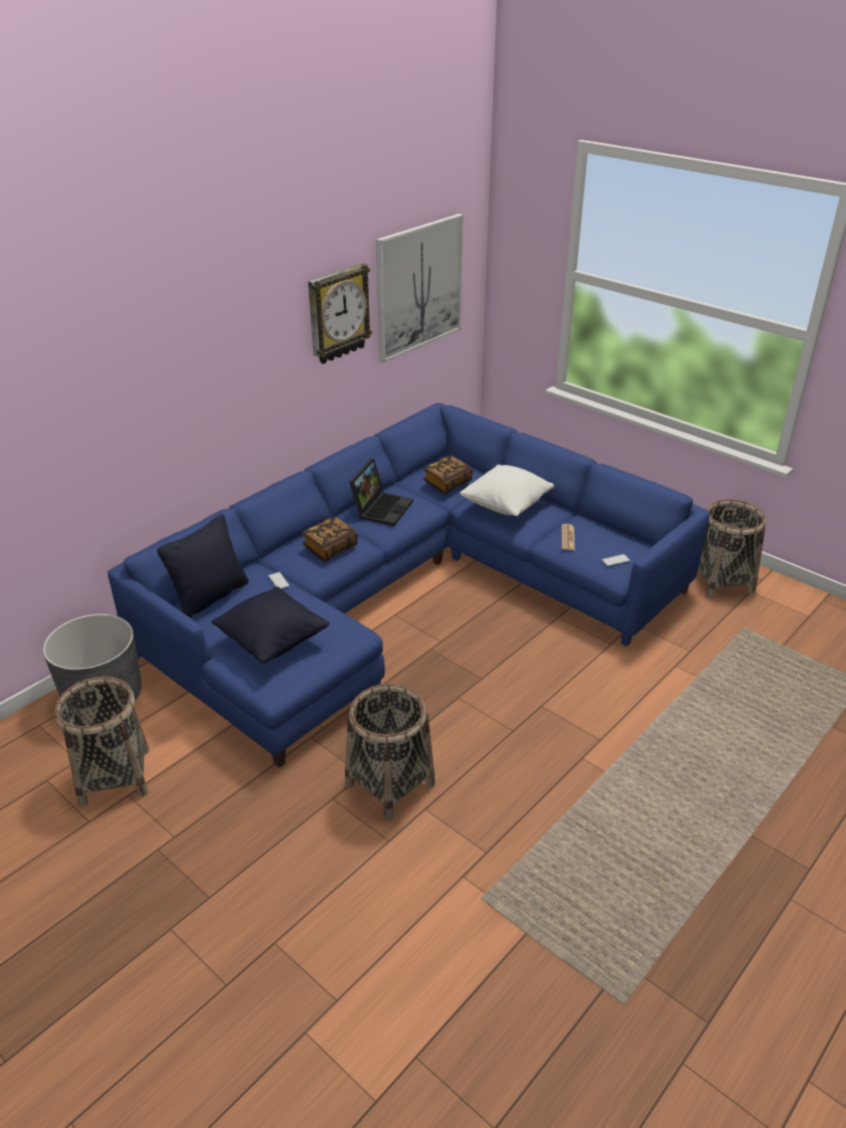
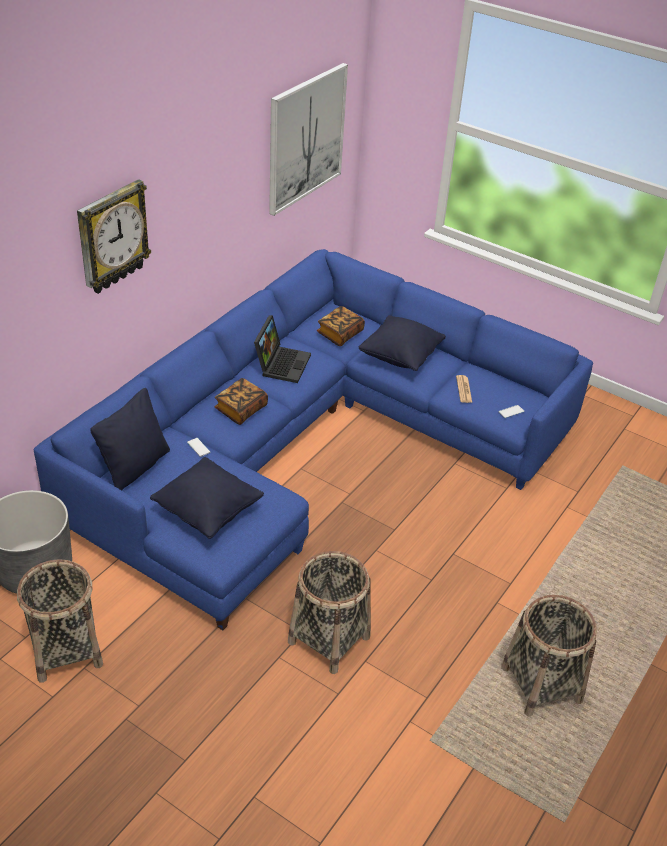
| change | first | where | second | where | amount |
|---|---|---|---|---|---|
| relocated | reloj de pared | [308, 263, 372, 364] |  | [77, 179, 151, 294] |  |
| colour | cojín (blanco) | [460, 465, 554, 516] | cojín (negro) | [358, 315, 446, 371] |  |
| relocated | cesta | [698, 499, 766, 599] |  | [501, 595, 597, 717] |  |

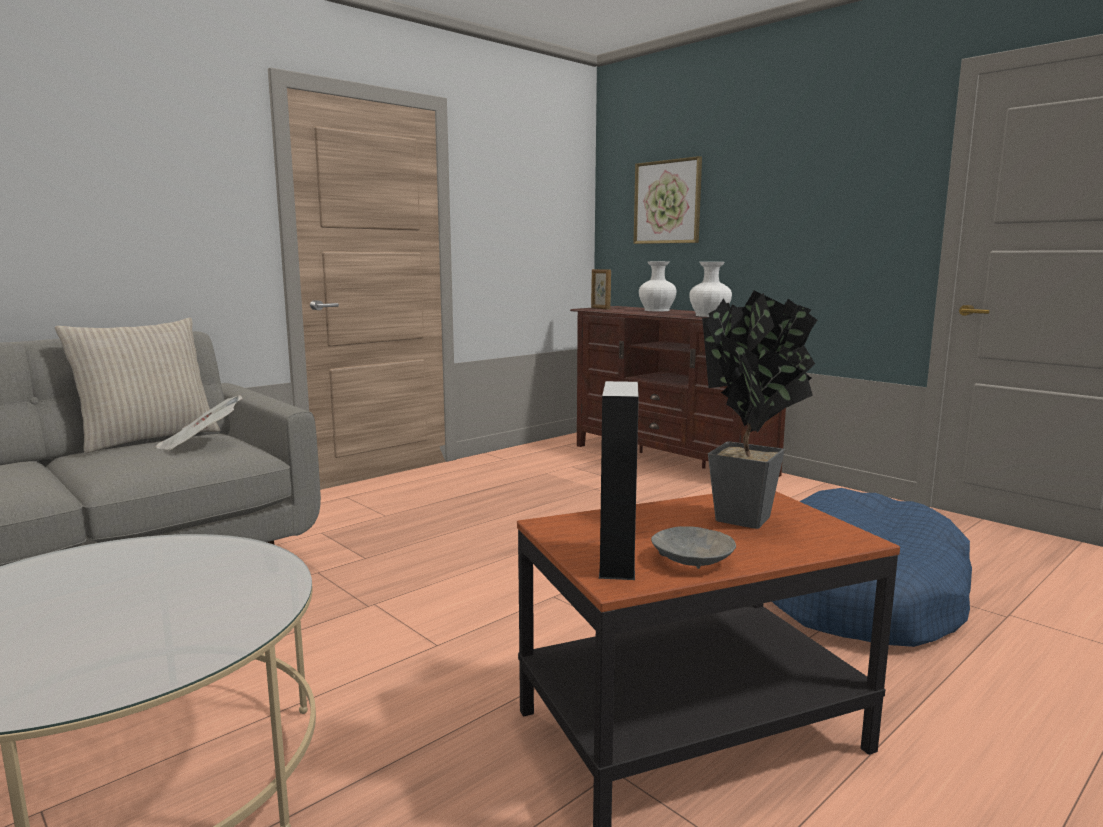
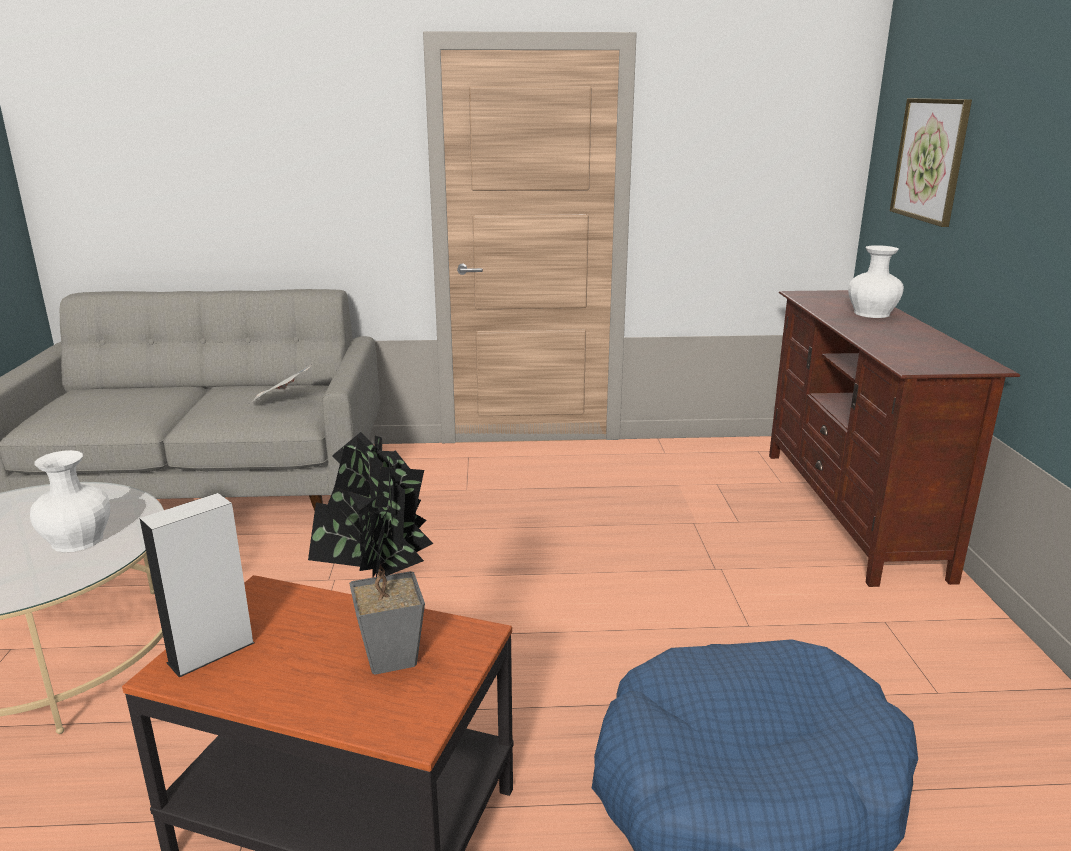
| change | first | where | second | where | amount |
|---|---|---|---|---|---|
| relocated | florero (blanco) | [689, 262, 732, 317] |  | [30, 450, 110, 552] |  |
| missing | cojín (beis) | [55, 318, 220, 453] |  |  |  |
| missing | portarretratos | [591, 269, 611, 309] |  |  |  |
| missing | cuenco (gris) | [651, 526, 736, 569] |  |  |  |

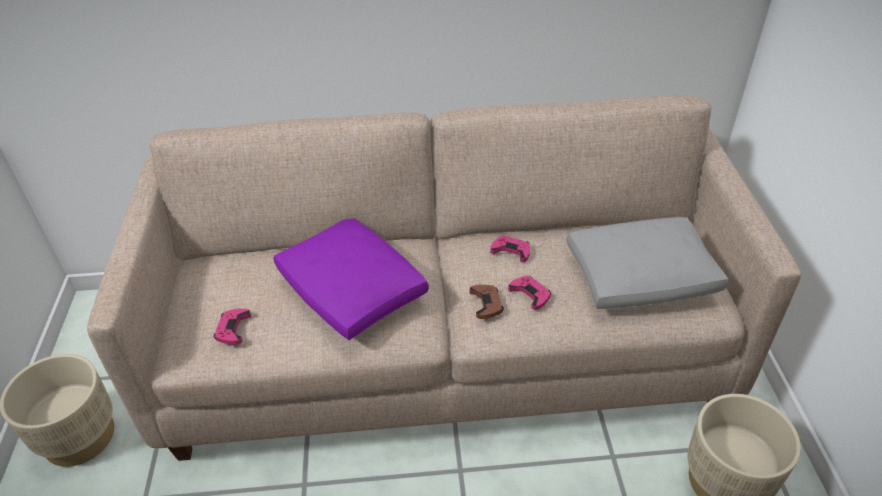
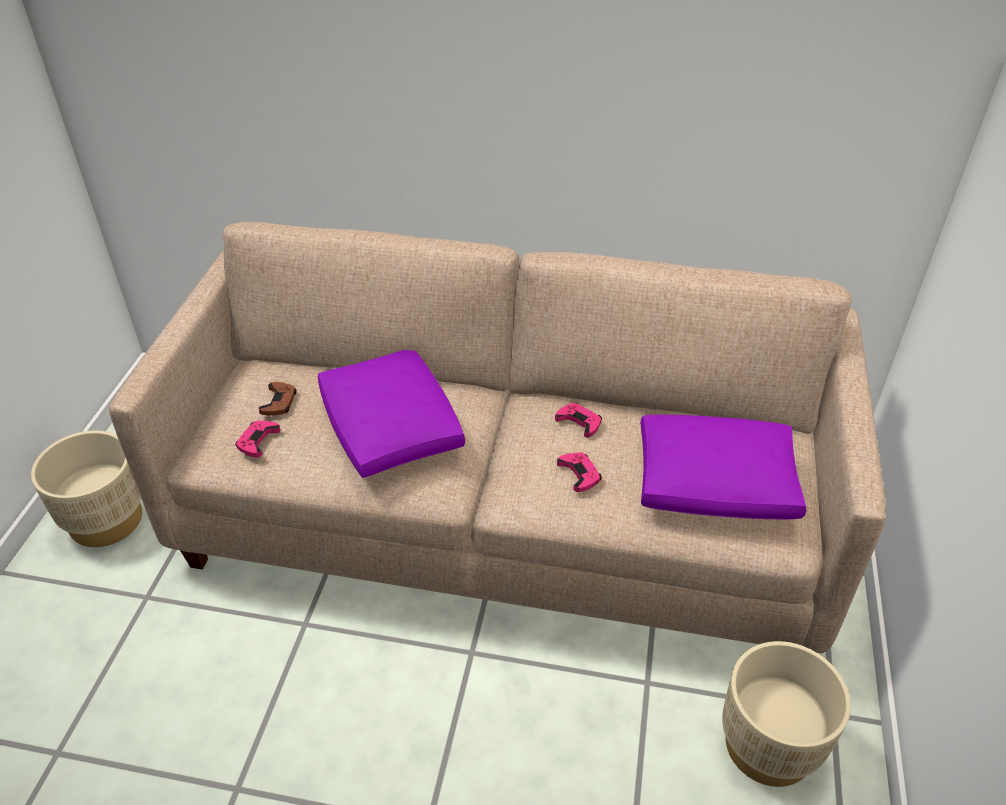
| change | first | where | second | where | amount |
|---|---|---|---|---|---|
| relocated | mando de consola (marrón) | [470, 285, 504, 319] |  | [258, 382, 296, 416] |  |
| colour | cojín (gris) | [566, 217, 729, 309] | cojín (morado) | [640, 415, 807, 519] |  |

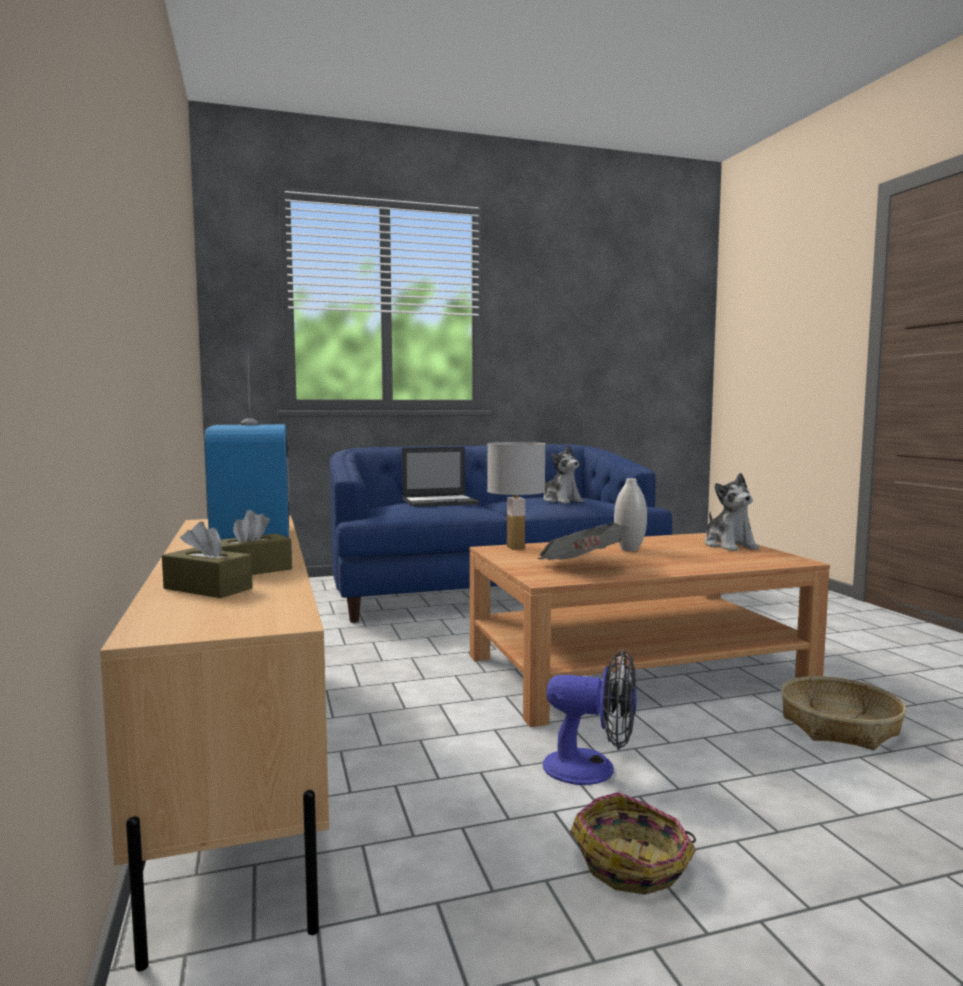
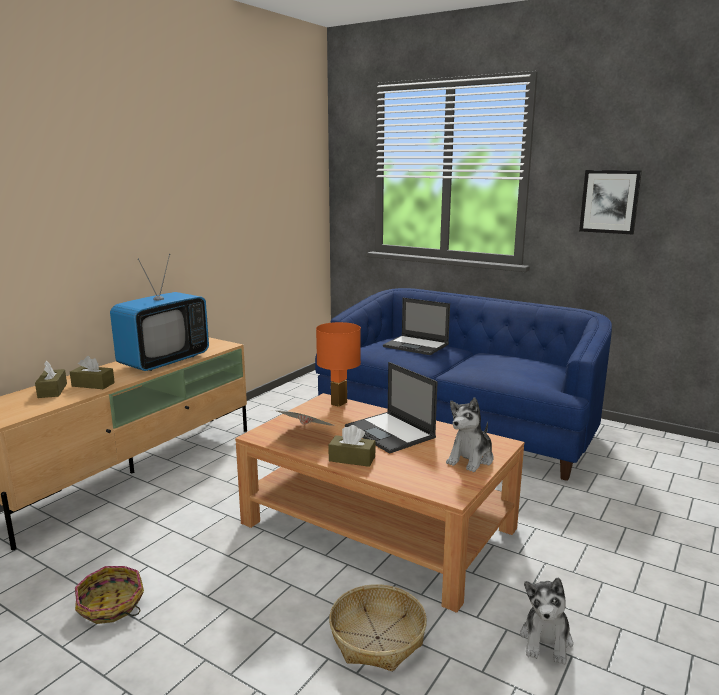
| change | first | where | second | where | amount |
|---|---|---|---|---|---|
| colour | lámpara de mesa (blanco) | [487, 442, 546, 550] | lámpara de mesa (naranja) | [316, 322, 361, 407] |  |
| appeared |  |  | caja de pañuelos (marrón) | [328, 425, 375, 467] |  |
| exchanged | florero (blanco) | [614, 478, 647, 551] | portátil | [345, 362, 438, 454] |  |
| relocated | peluche | [543, 445, 584, 504] |  | [520, 578, 573, 665] |  |
| appeared |  |  | cuadro | [579, 170, 642, 234] |  |
| missing | ventilador | [543, 650, 637, 785] |  |  |  |

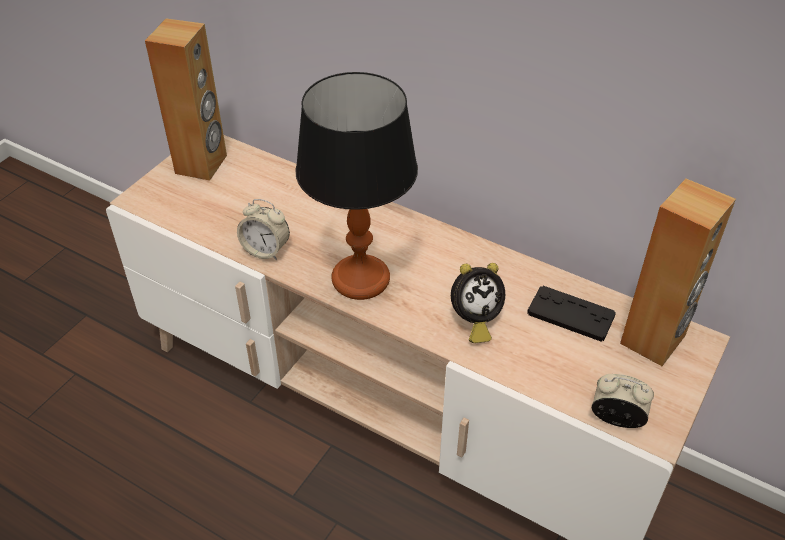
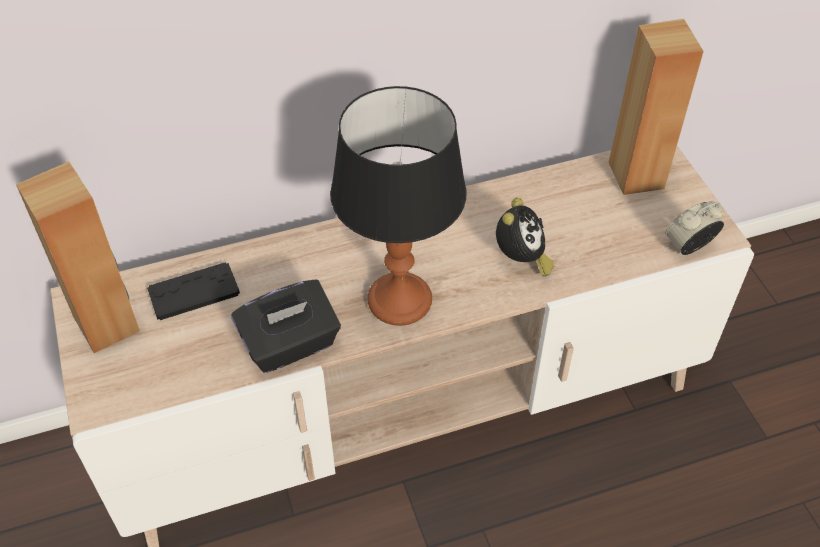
| change | first | where | second | where | amount |
|---|---|---|---|---|---|
| relocated | mando de consola (negro) | [527, 286, 616, 341] |  | [147, 262, 240, 320] |  |
| exchanged | despertador | [237, 199, 290, 260] | caja de pañuelos (negro) | [231, 279, 341, 373] |  |

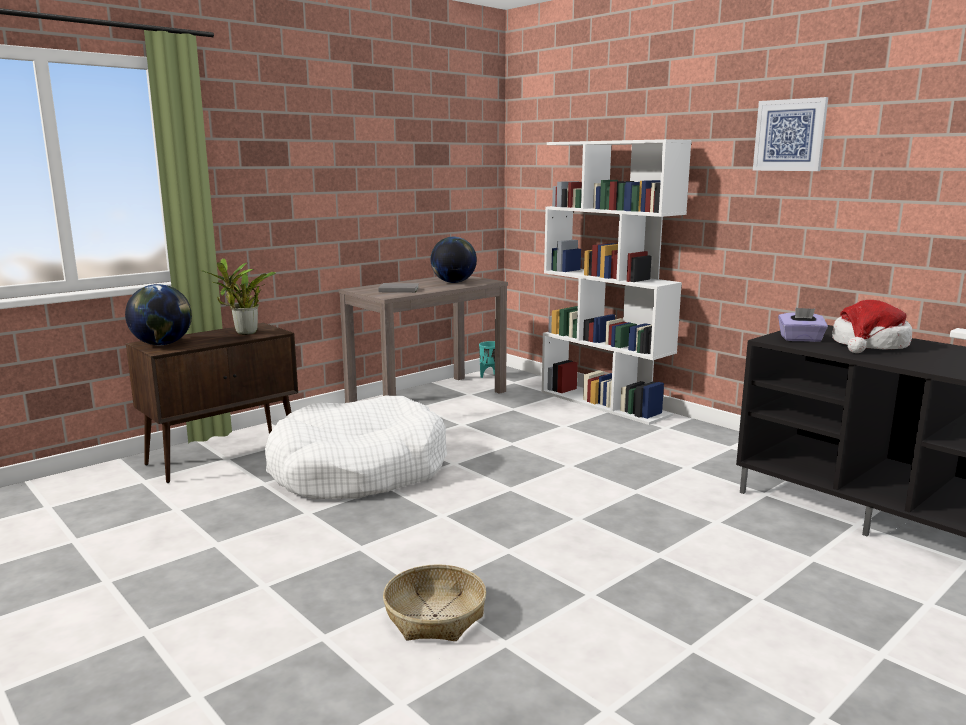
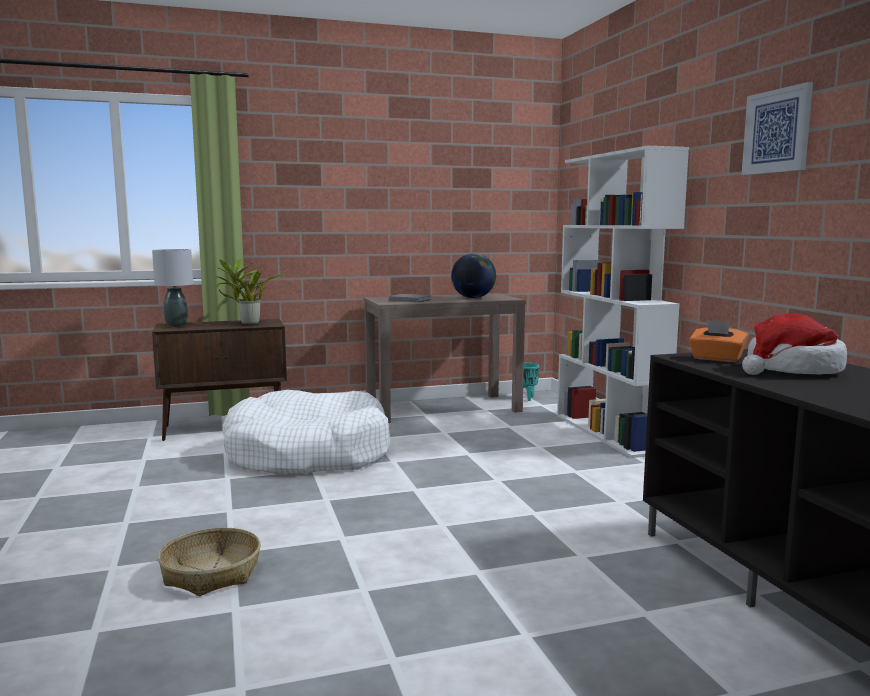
| change | first | where | second | where | amount |
|---|---|---|---|---|---|
| exchanged | globo terráqueo | [125, 284, 192, 345] | lámpara de mesa (gris) | [152, 249, 193, 327] |  |
| colour | caja de pañuelos (morado) | [778, 308, 828, 342] | caja de pañuelos (naranja) | [689, 320, 748, 362] |  |

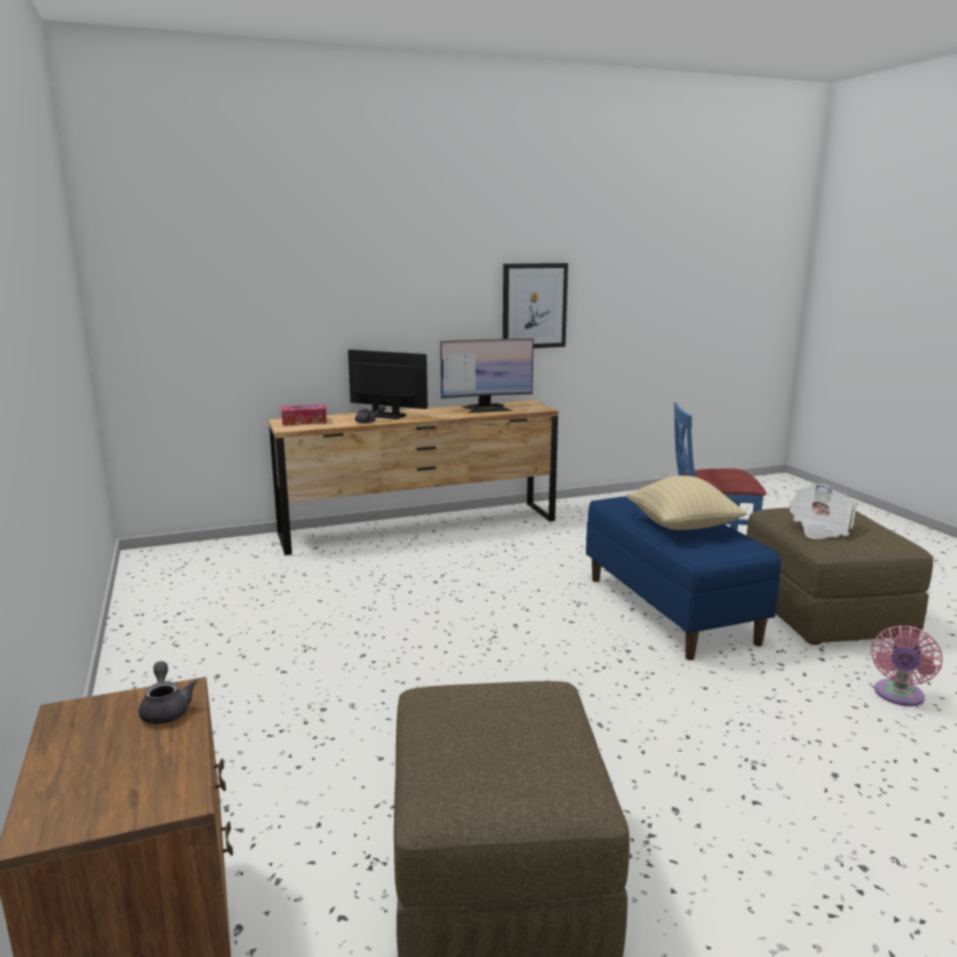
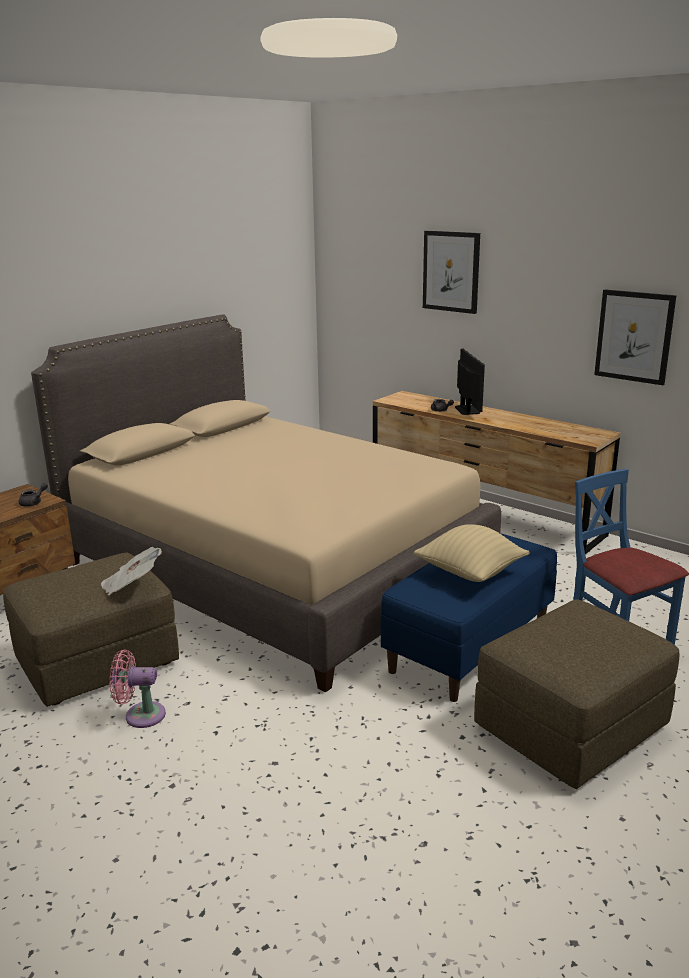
| change | first | where | second | where | amount |
|---|---|---|---|---|---|
| appeared |  |  | cama (beis) | [31, 315, 501, 692] |  |
| relocated | periódico | [789, 484, 857, 539] |  | [101, 547, 162, 596] |  |
| relocated | ventilador (rosa) | [871, 625, 943, 706] |  | [109, 650, 166, 728] |  |
| appeared |  |  | cuadro | [423, 231, 480, 314] |  |
| missing | caja de pañuelos | [282, 404, 327, 425] |  |  |  |
| missing | monitor | [440, 339, 533, 413] |  |  |  |

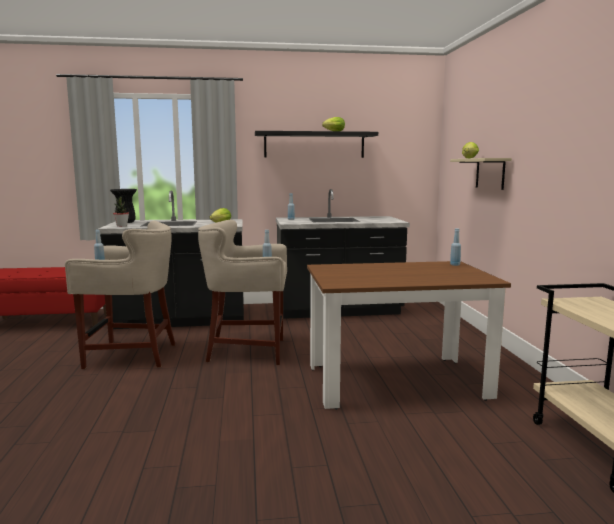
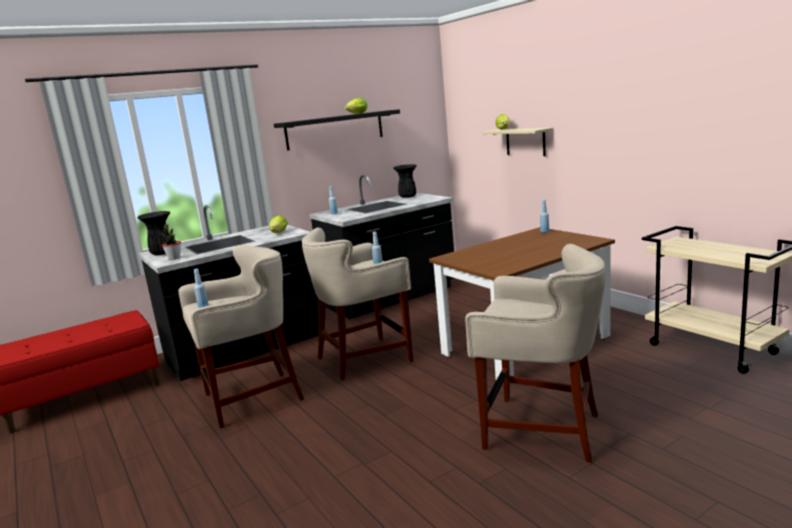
| change | first | where | second | where | amount |
|---|---|---|---|---|---|
| appeared |  |  | florero (negro) | [393, 164, 416, 198] |  |
| appeared |  |  | taburete (beis) | [465, 244, 606, 463] |  |

